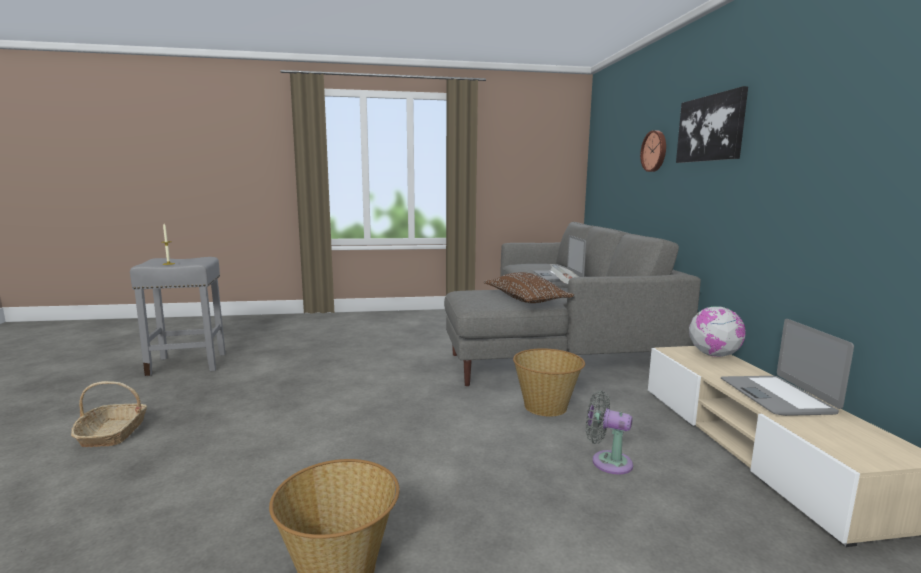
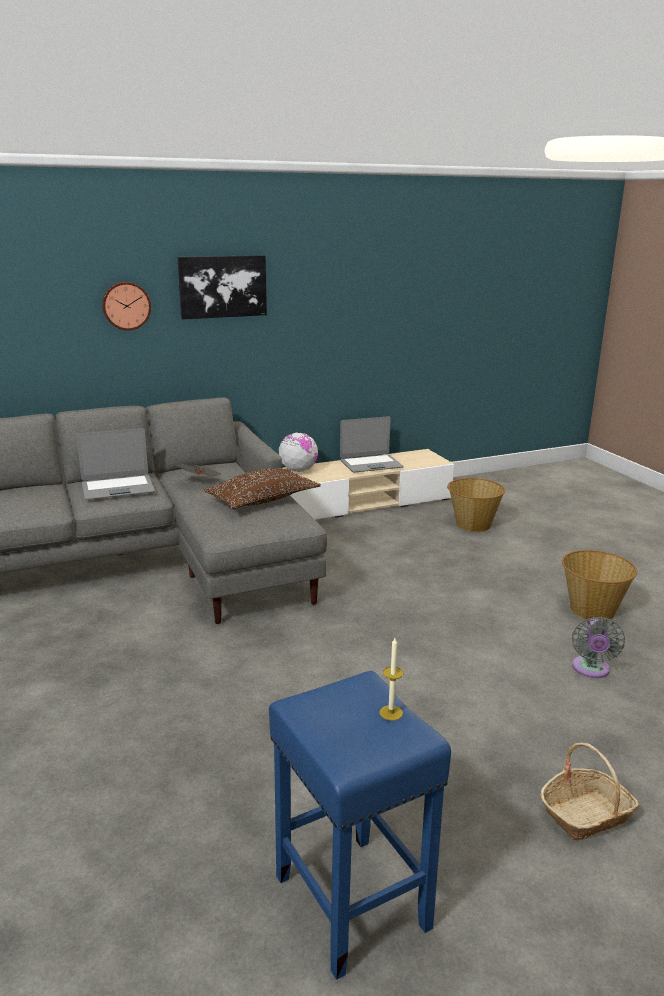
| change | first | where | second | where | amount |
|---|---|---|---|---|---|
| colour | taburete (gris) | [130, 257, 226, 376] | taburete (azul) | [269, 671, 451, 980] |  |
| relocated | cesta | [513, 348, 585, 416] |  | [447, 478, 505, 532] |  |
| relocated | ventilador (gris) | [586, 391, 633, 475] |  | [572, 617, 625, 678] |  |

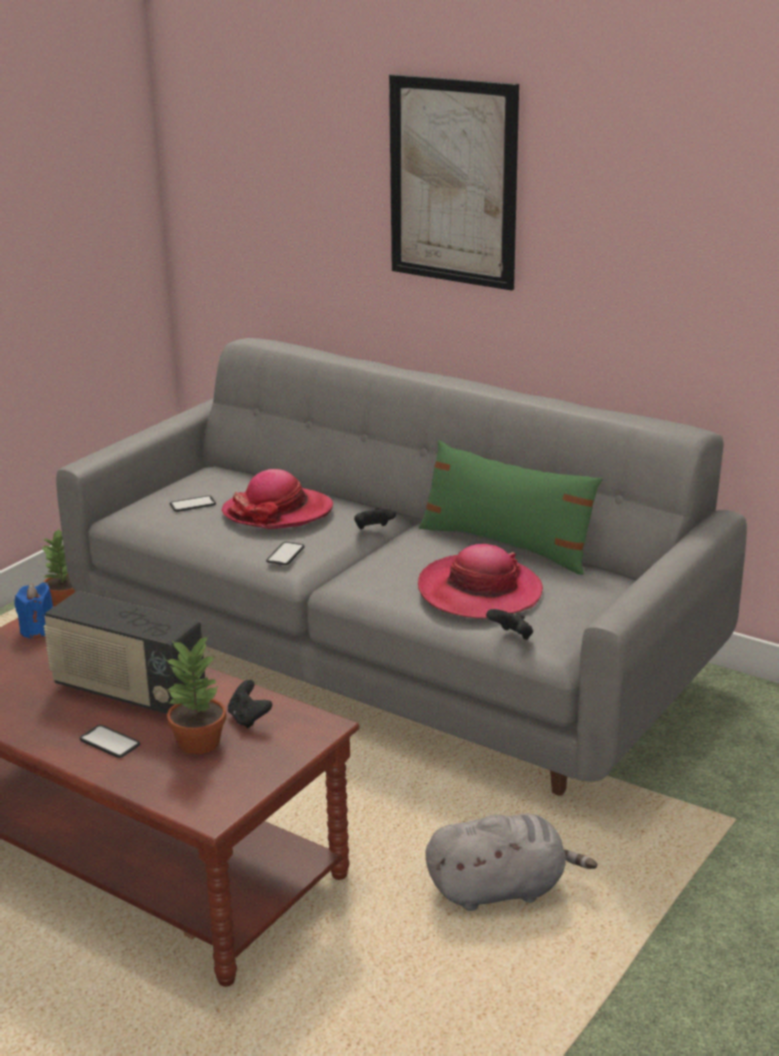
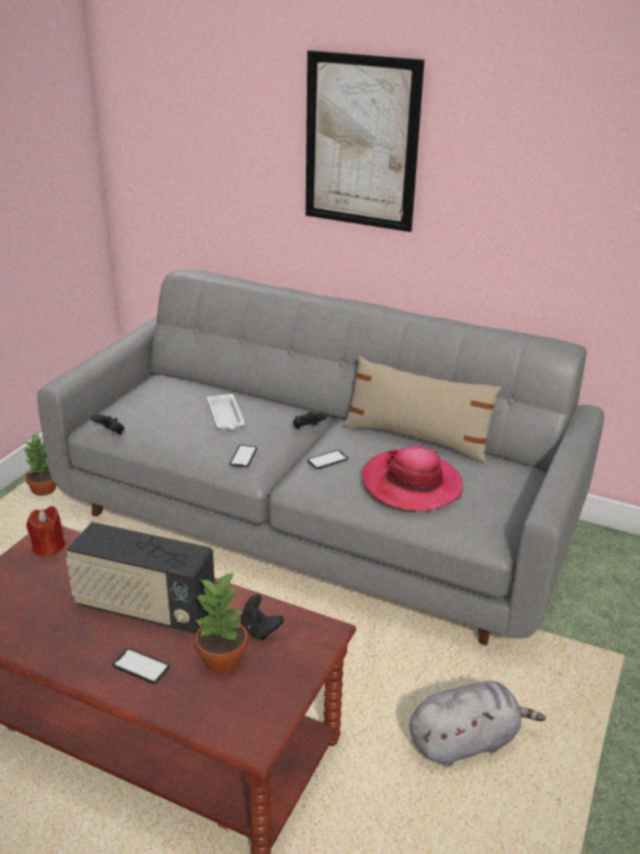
| change | first | where | second | where | amount |
|---|---|---|---|---|---|
| colour | vela (azul) | [14, 582, 53, 639] | vela (rojo) | [26, 506, 65, 557] |  |
| relocated | mando de consola (negro) | [486, 609, 533, 640] |  | [91, 414, 125, 434] |  |
| exchanged | sombrero | [222, 469, 333, 529] | bandeja (blanco) | [207, 394, 245, 430] |  |
| relocated | móvil | [170, 495, 216, 512] |  | [307, 450, 348, 469] |  |
| colour | cojín (verde) | [419, 440, 603, 575] | cojín (beis) | [343, 356, 502, 463] |  |

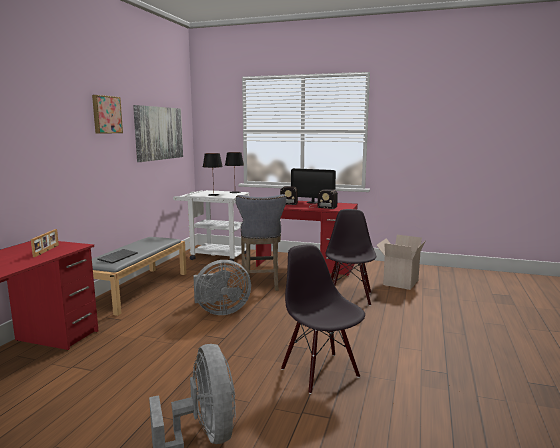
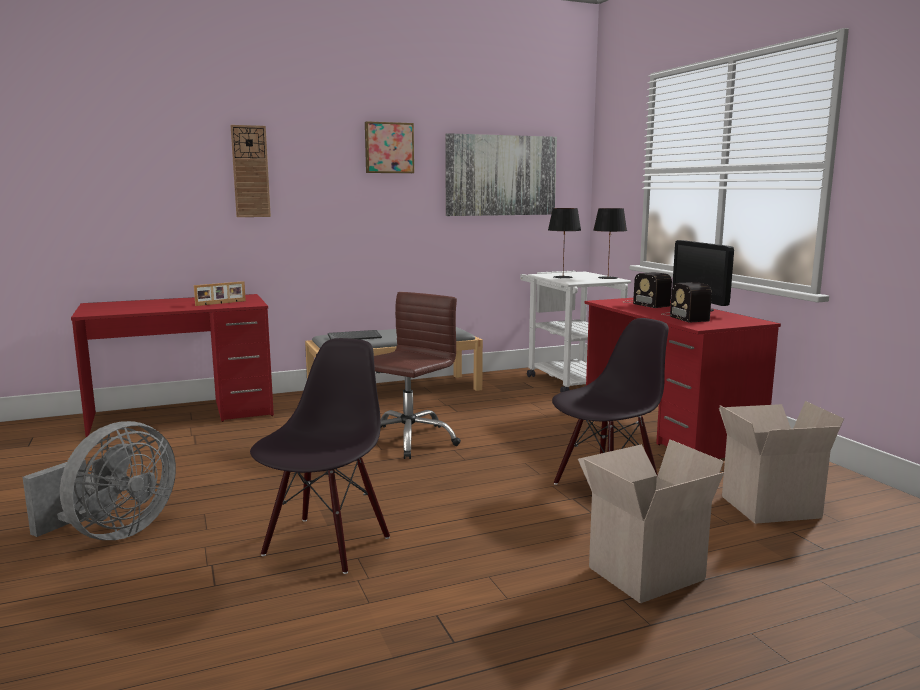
| change | first | where | second | where | amount |
|---|---|---|---|---|---|
| appeared |  |  | reloj de pared | [231, 125, 271, 217] |  |
| exchanged | ventilador (gris) | [193, 260, 251, 315] | silla de oficina (marrón) | [374, 292, 461, 459] |  |
| appeared |  |  | caja de cartón | [578, 439, 724, 603] |  |
| missing | taburete (gris) | [235, 194, 287, 291] |  |  |  |

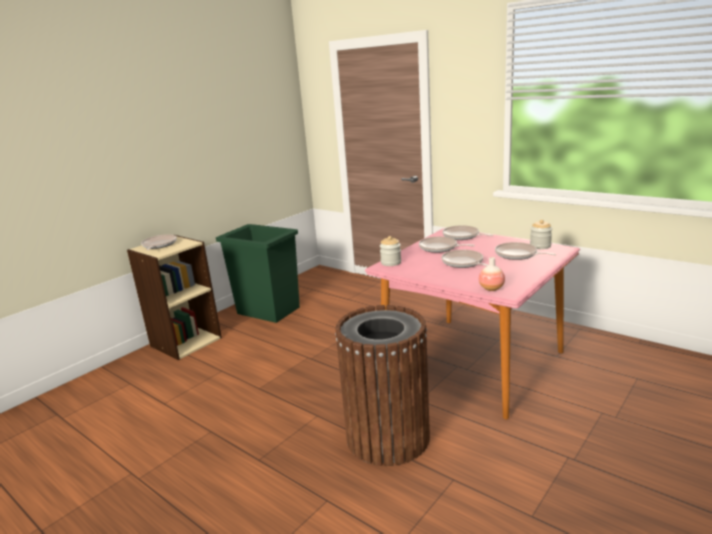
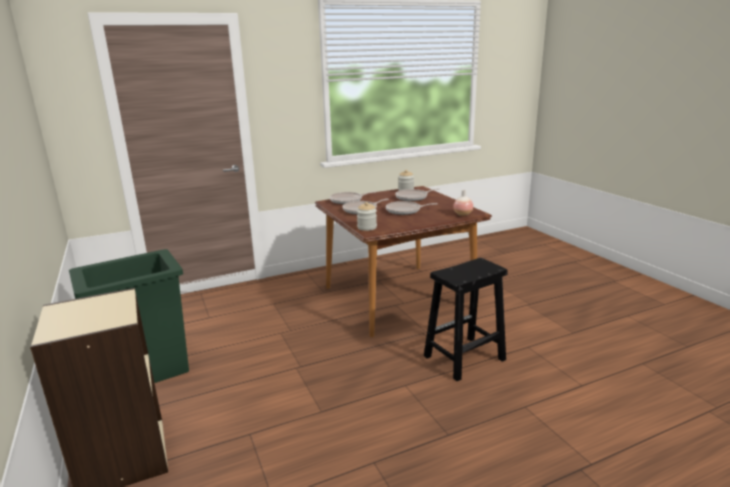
| change | first | where | second | where | amount |
|---|---|---|---|---|---|
| colour | mesa de comedor (rosa) | [365, 228, 580, 419] | mesa de comedor (marrón) | [315, 186, 492, 337] |  |
| exchanged | papelera (marrón) | [335, 305, 430, 466] | taburete (negro) | [424, 258, 508, 381] |  |
| missing | sartén | [141, 234, 177, 250] |  |  |  |

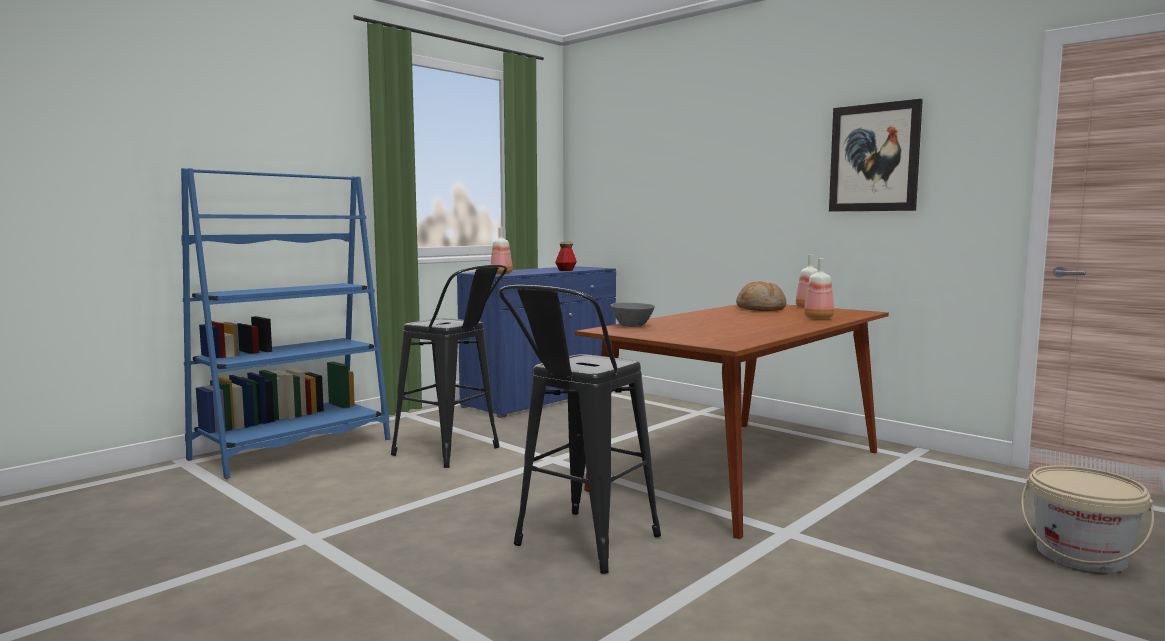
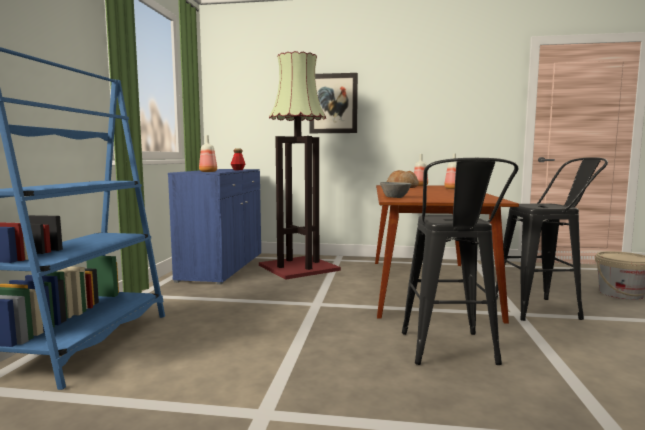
| change | first | where | second | where | amount |
|---|---|---|---|---|---|
| appeared |  |  | lámpara de pie | [259, 51, 341, 280] |  |
| relocated | cuadro | [829, 99, 923, 212] |  | [310, 73, 358, 133] |  |
| relocated | taburete (negro) | [391, 264, 507, 468] |  | [496, 157, 608, 321] |  |

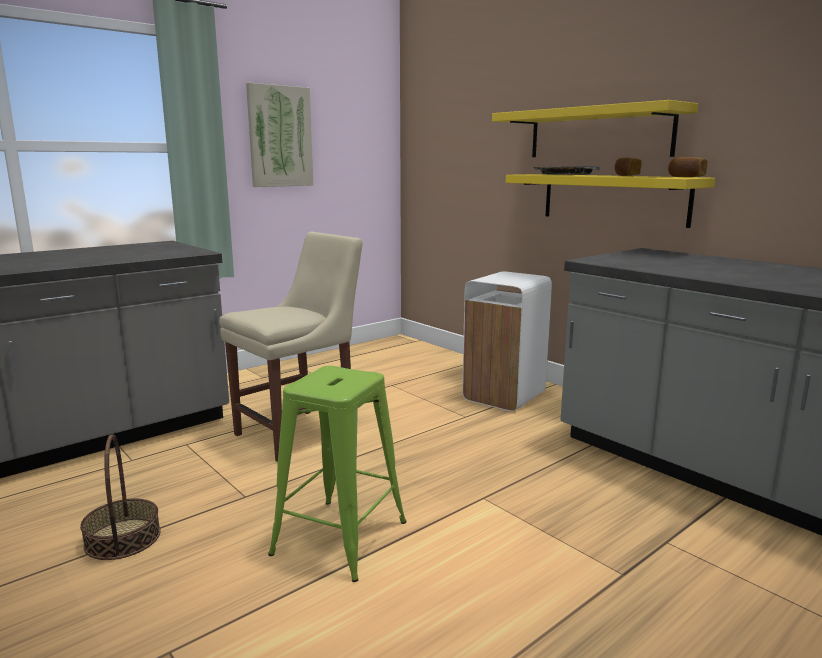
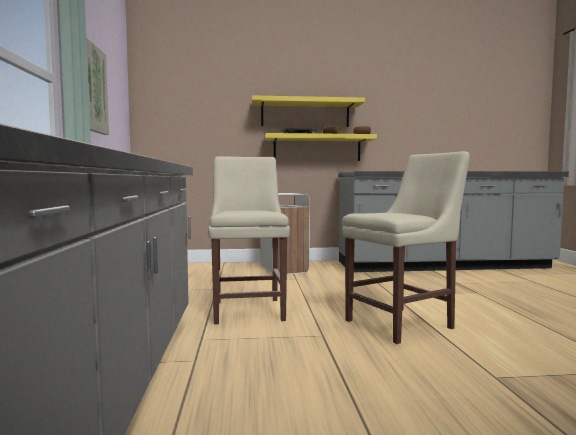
| change | first | where | second | where | amount |
|---|---|---|---|---|---|
| exchanged | taburete (verde) | [268, 366, 407, 582] | silla (beis) | [342, 151, 470, 344] |  |
| missing | cesta | [80, 434, 161, 560] |  |  |  |

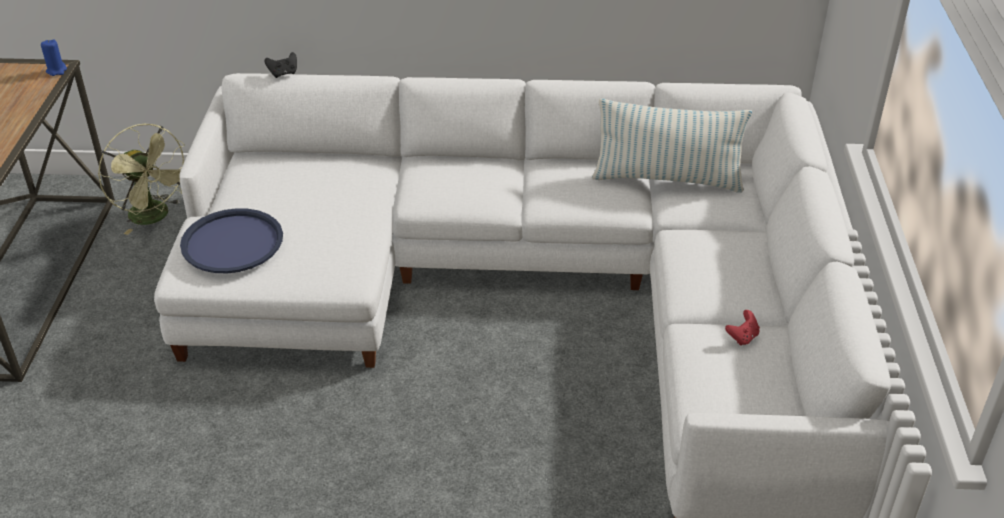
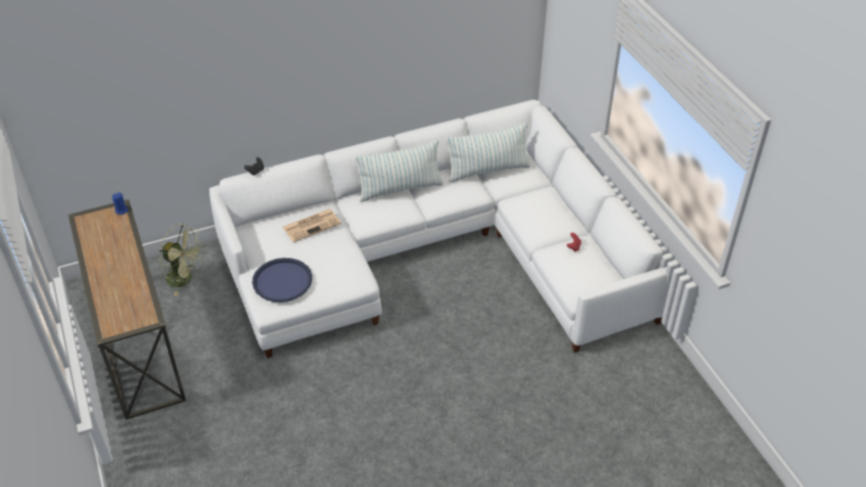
| change | first | where | second | where | amount |
|---|---|---|---|---|---|
| appeared |  |  | periódico | [283, 209, 341, 242] |  |
| appeared |  |  | cojín | [354, 140, 444, 202] |  |

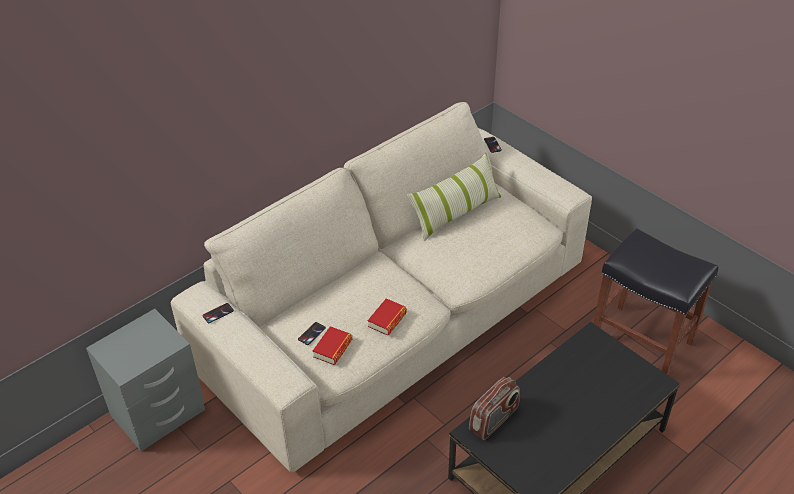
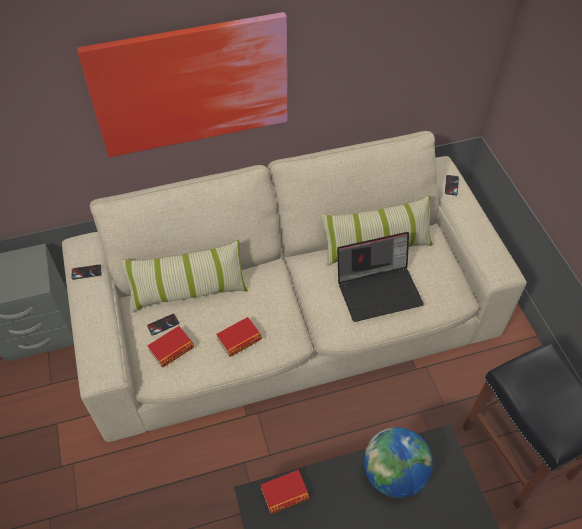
| change | first | where | second | where | amount |
|---|---|---|---|---|---|
| appeared |  |  | cuadro | [77, 12, 287, 157] |  |
| appeared |  |  | cojín | [119, 240, 248, 313] |  |
| exchanged | radio | [469, 377, 520, 440] | libro | [261, 470, 309, 514] |  |
| appeared |  |  | portátil | [337, 232, 424, 322] |  |
| appeared |  |  | globo terráqueo | [364, 427, 433, 498] |  |

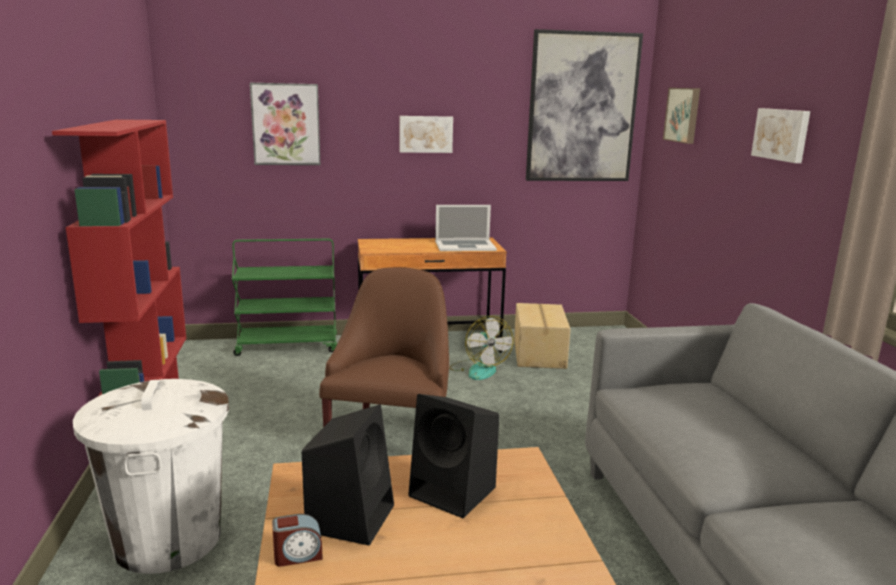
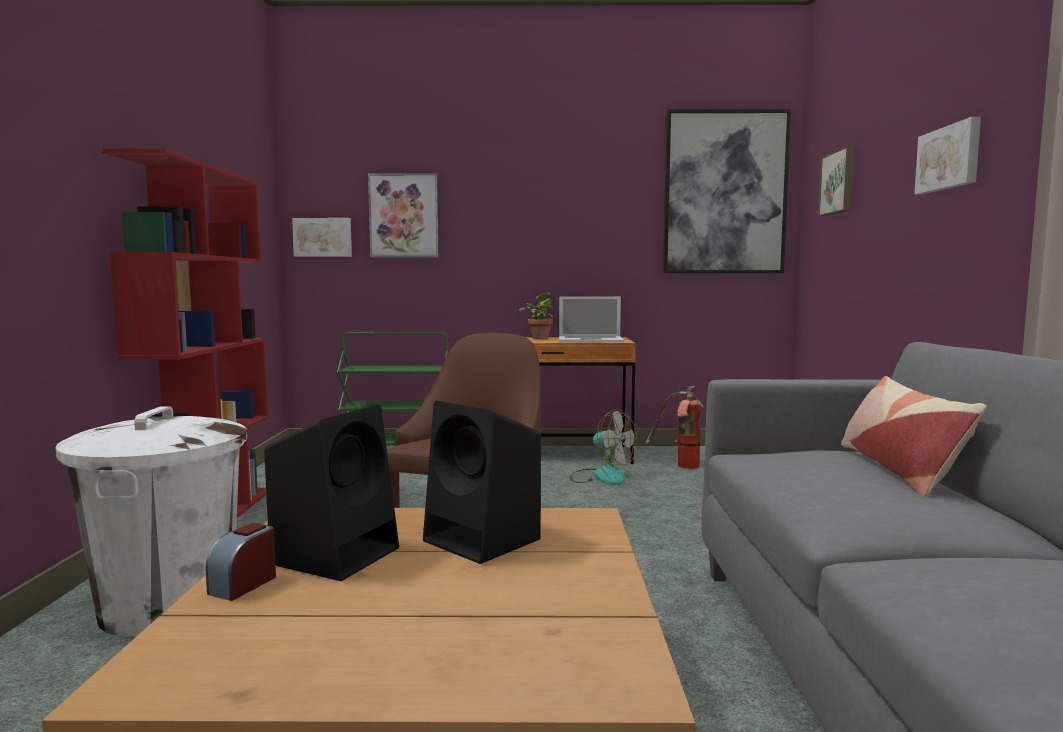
| change | first | where | second | where | amount |
|---|---|---|---|---|---|
| spun | despertador | [272, 514, 323, 566] |  | [205, 523, 276, 601] | 120 degrees clockwise |
| relocated | cuadro | [400, 116, 453, 153] |  | [292, 218, 352, 257] |  |
| appeared |  |  | planta en maceta | [519, 293, 554, 339] |  |
| spun | ventilador | [449, 316, 513, 380] |  | [570, 409, 637, 485] | 45 degrees counterclockwise |
| exchanged | caja de cartón | [514, 303, 570, 369] | extintor | [646, 386, 703, 469] |  |
| appeared |  |  | cojín | [841, 376, 987, 497] |  |

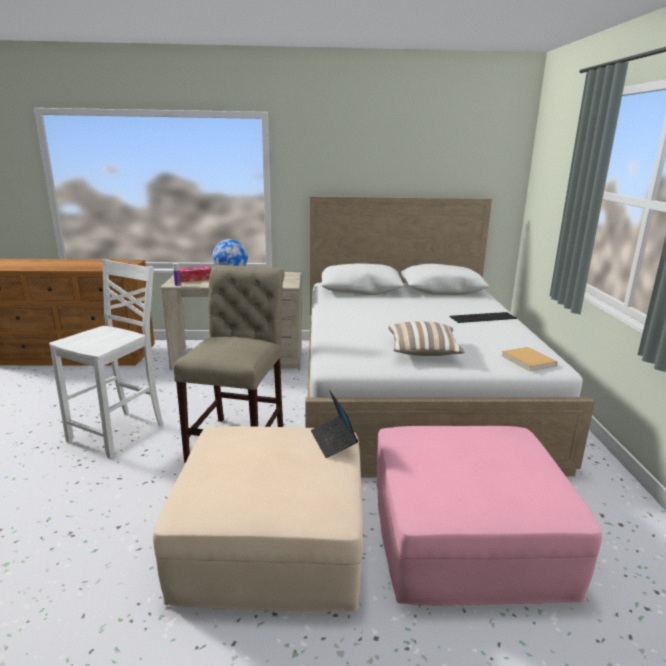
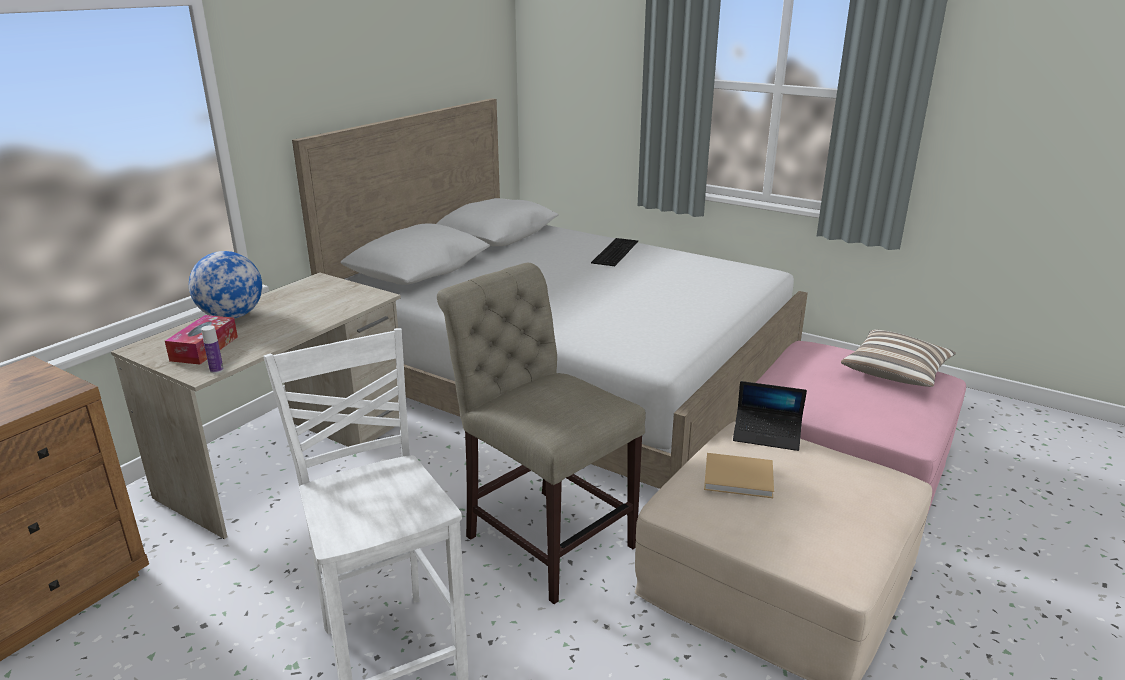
| change | first | where | second | where | amount |
|---|---|---|---|---|---|
| relocated | libro (beis) | [501, 347, 558, 371] |  | [704, 453, 774, 498] |  |
| relocated | cojín | [388, 322, 464, 356] |  | [841, 329, 956, 387] |  |

